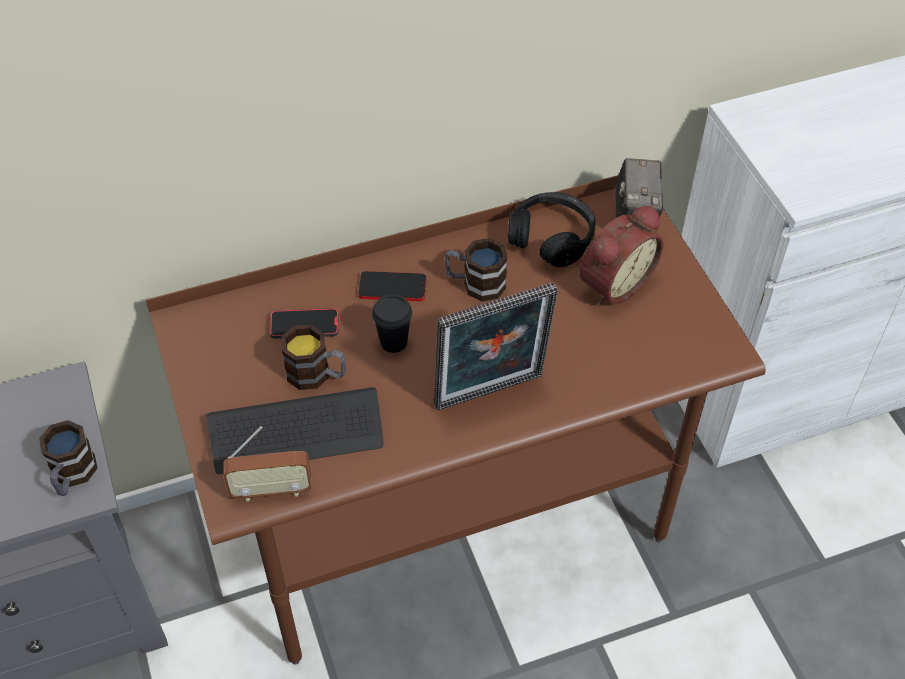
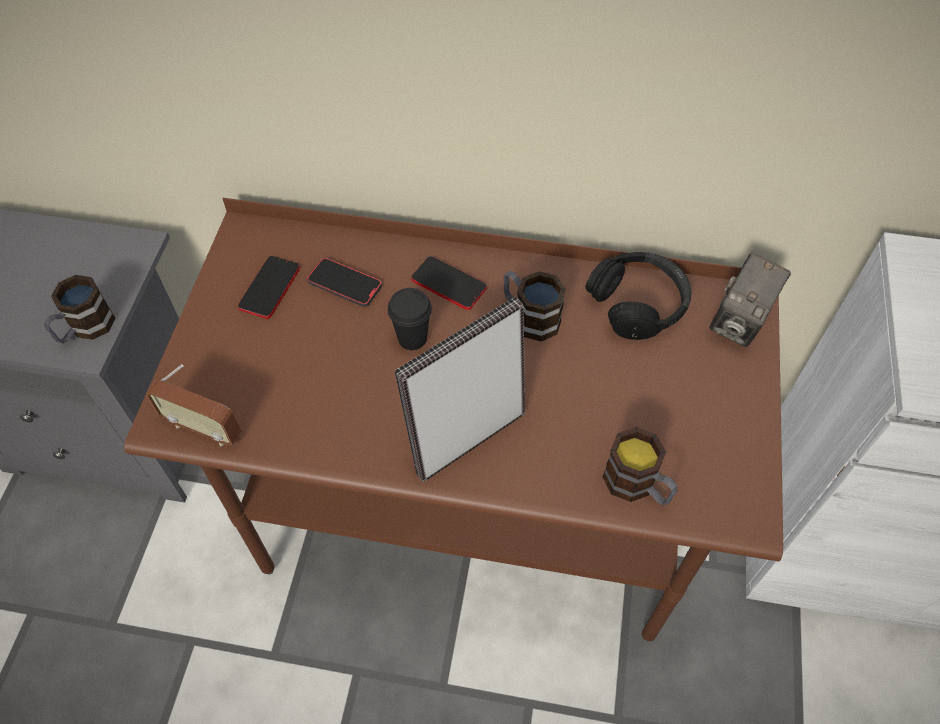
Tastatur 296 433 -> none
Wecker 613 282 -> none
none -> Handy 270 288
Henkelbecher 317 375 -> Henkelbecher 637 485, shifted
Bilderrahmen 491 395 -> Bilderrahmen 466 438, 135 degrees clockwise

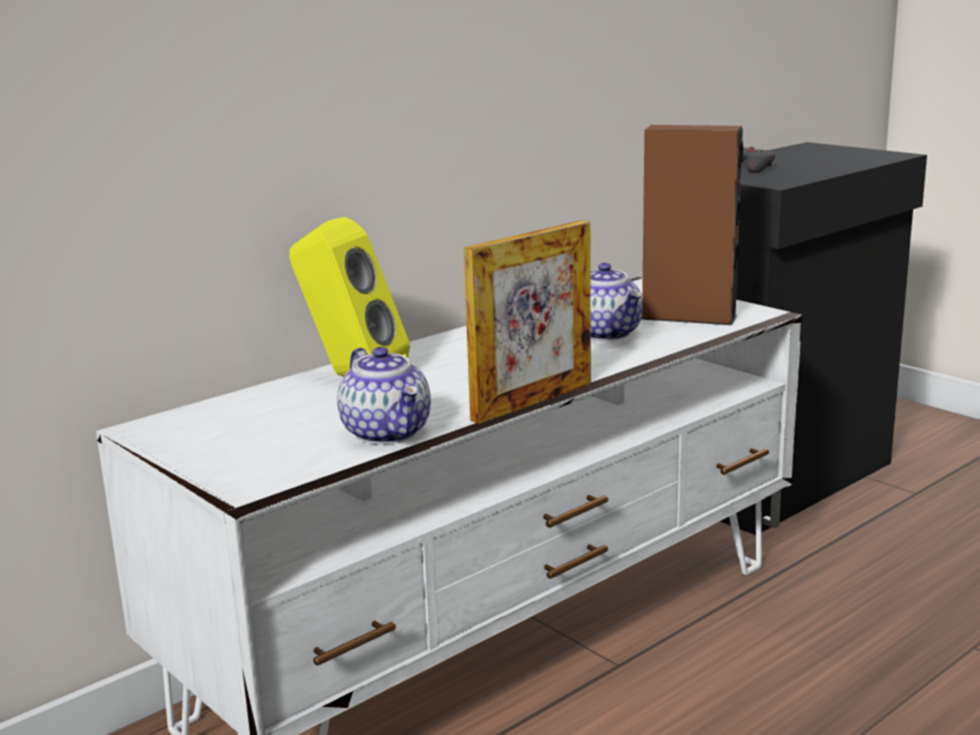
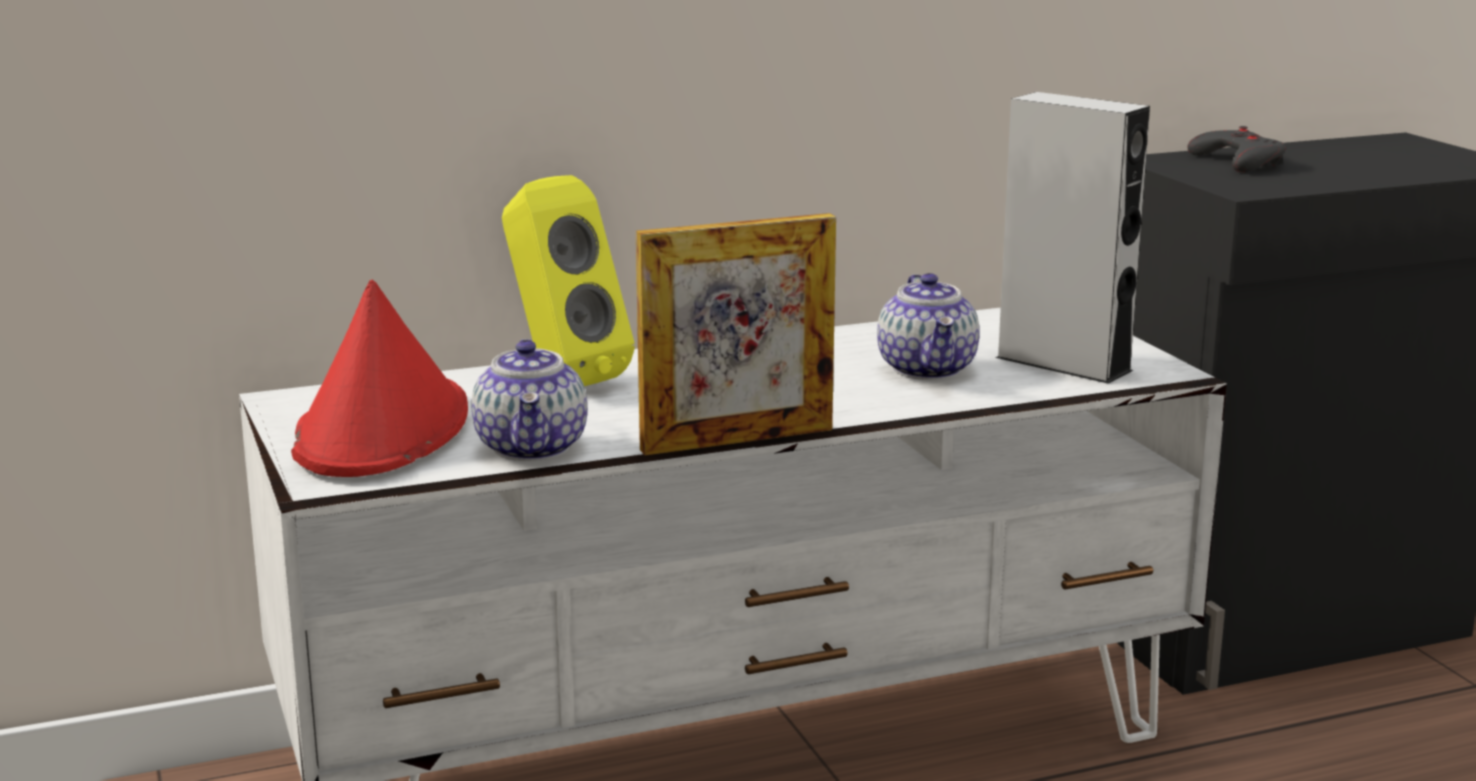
none -> Hut [rot] 382 430
Lautsprecher [braun] 688 317 -> Lautsprecher [grau] 1063 364

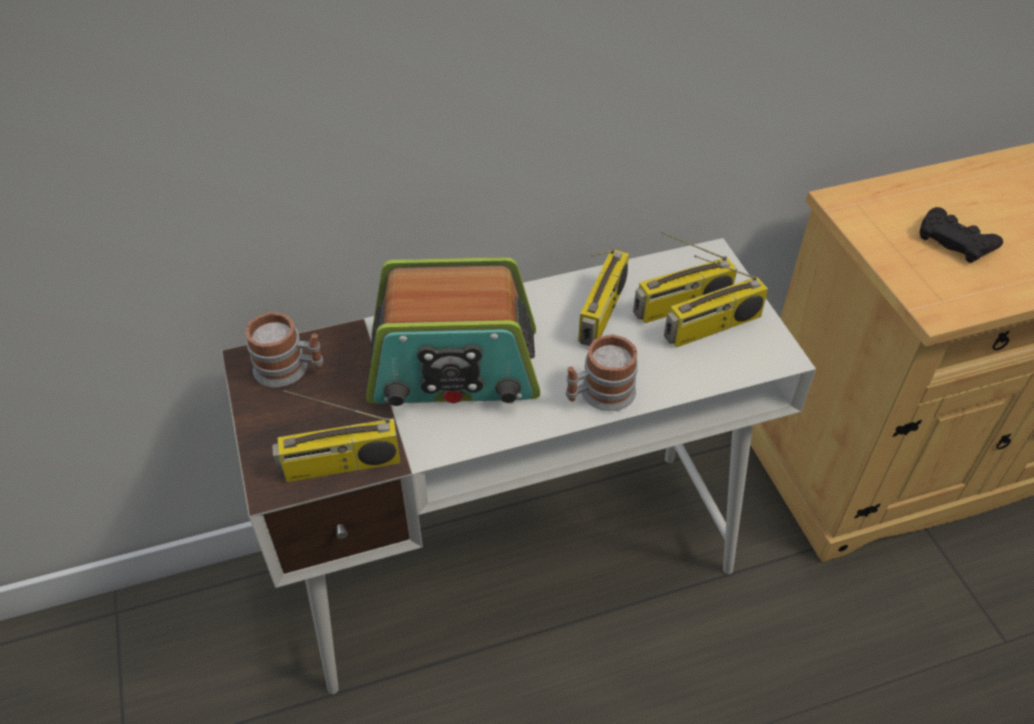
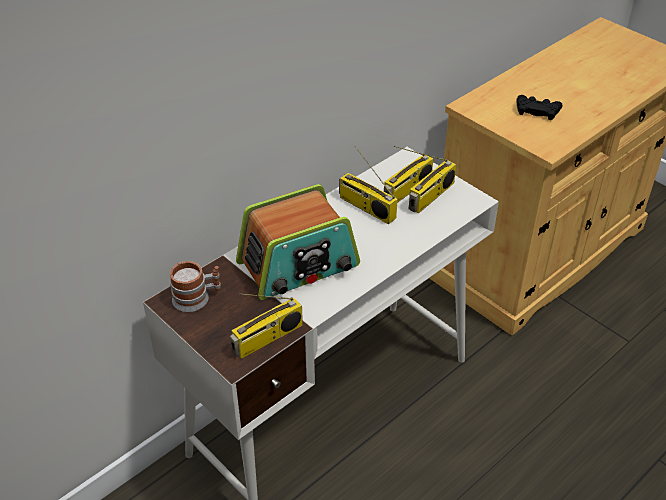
Henkelbecher 599 394 -> none
Radio 603 313 -> Radio 365 207, 135 degrees clockwise

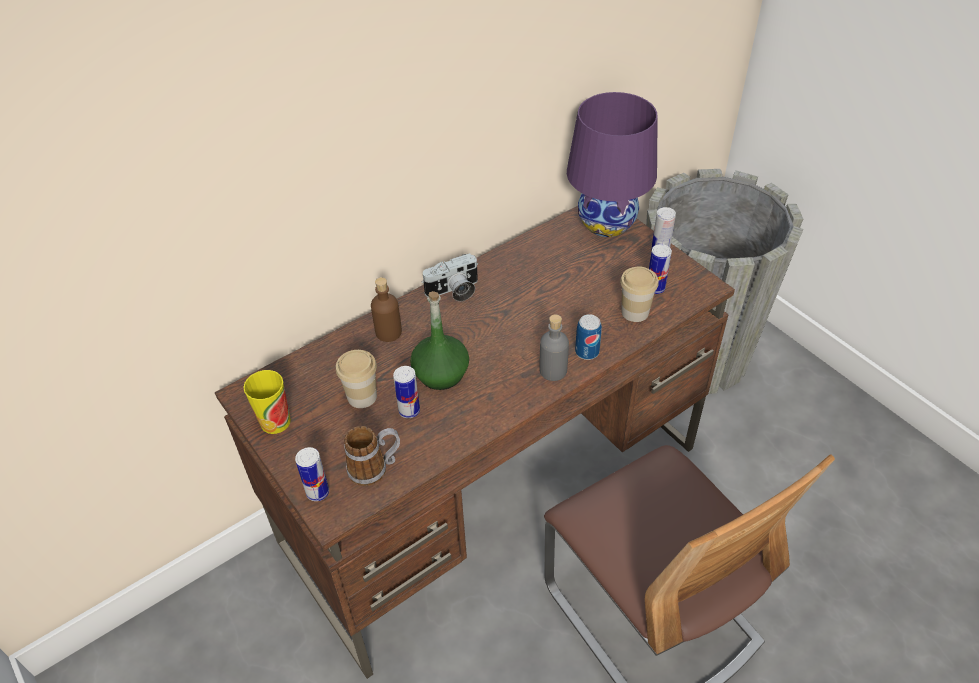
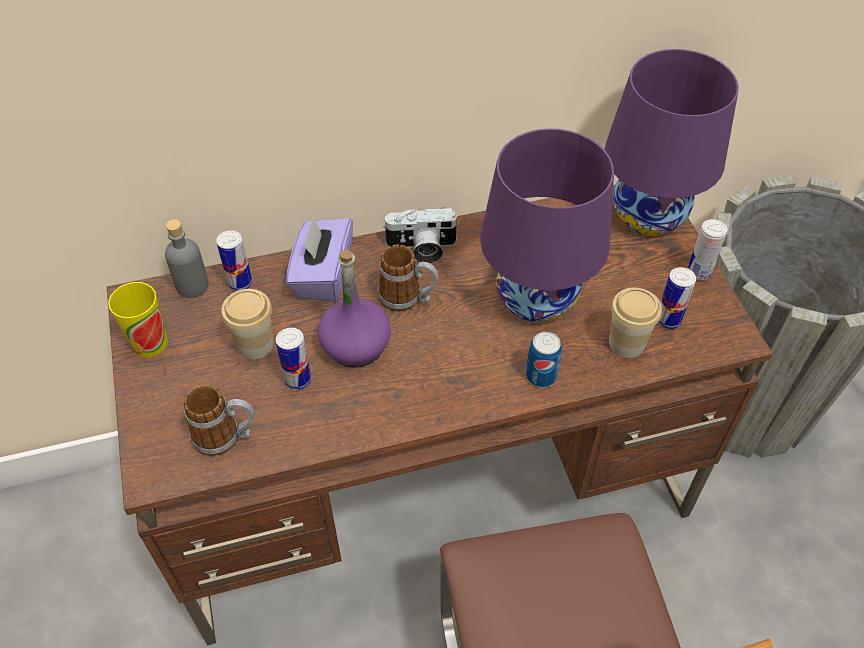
none -> Henkelbecher 408 298
none -> Tischlampe [lila] 535 298
Dose 317 492 -> Dose 240 283, shifted
Flasche [grau] 553 370 -> Flasche [grau] 192 285, shifted
Flasche [braun] 388 332 -> Taschentuchbox [lila] 323 276
Flasche [grün] 441 373 -> Flasche [lila] 356 346

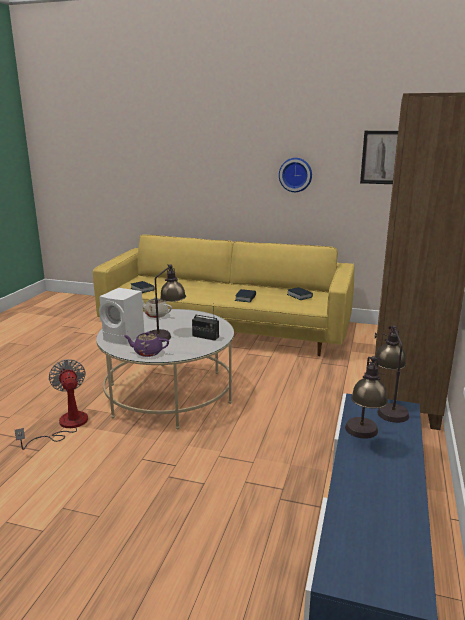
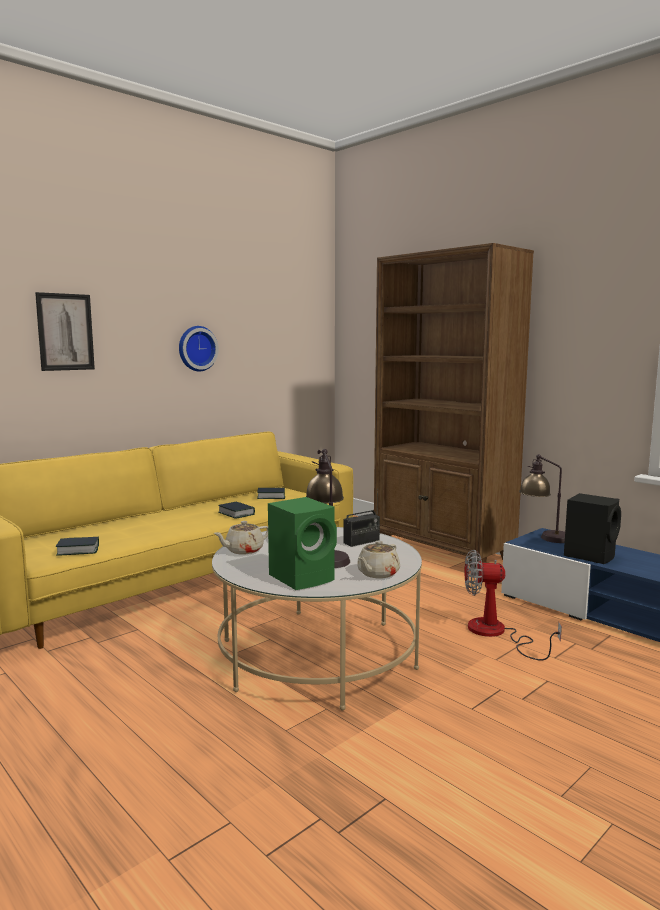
Ventilator 65 426 -> Ventilator 496 634, shifted
Bild 380 157 -> Bild 65 332, shifted
Tischlampe 363 436 -> Lautsprecher [schwarz] 590 555
Lautsprecher [weiß] 125 337 -> Lautsprecher [grün] 303 577
Teekanne [lila] 147 352 -> Teekanne [beige] 377 574

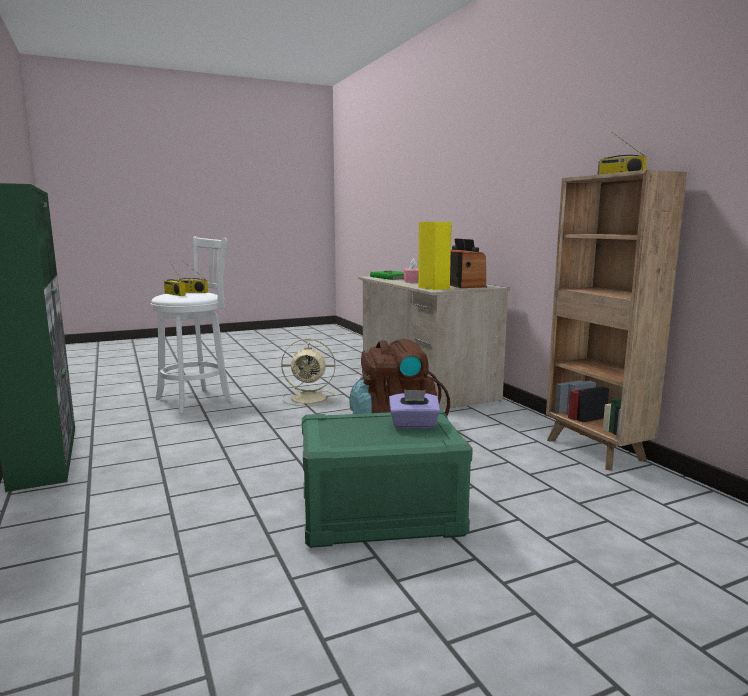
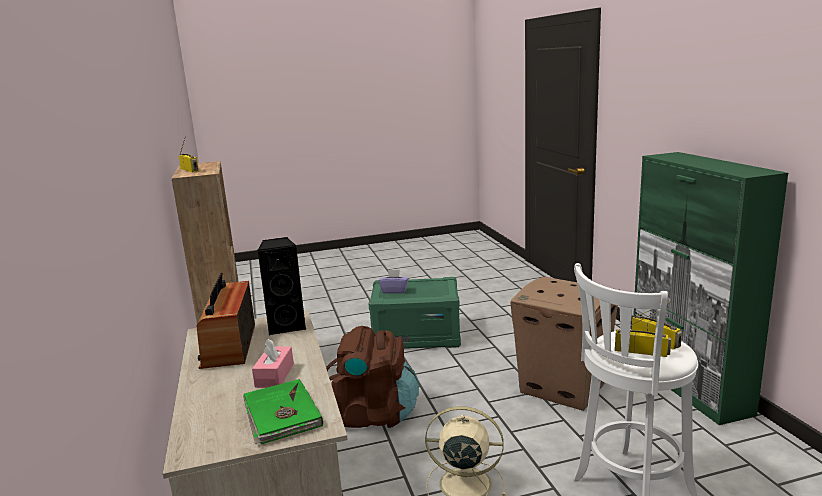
none -> Karton 565 386
Lautsprecher [gelb] 435 288 -> Lautsprecher [schwarz] 287 326

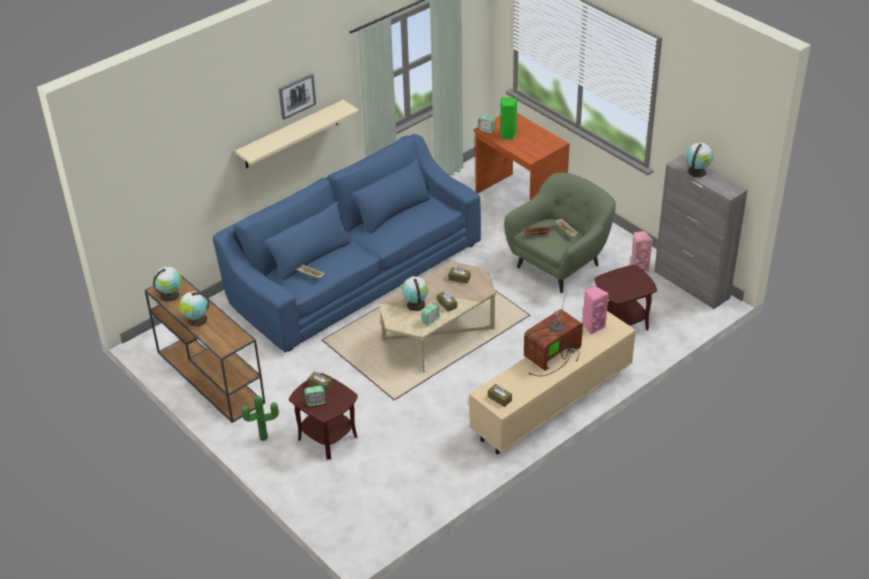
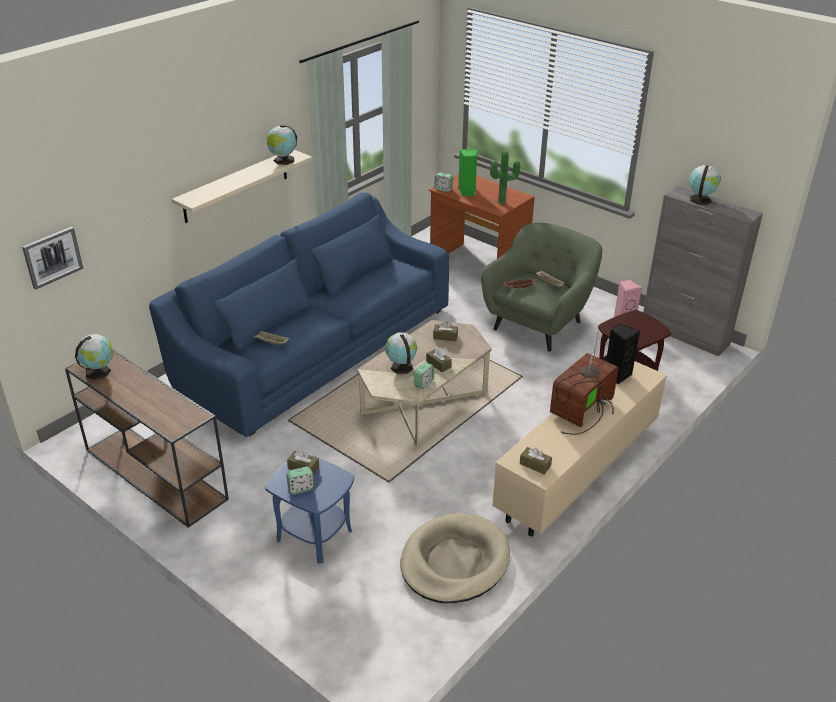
none -> Hundebett [beige] 454 561
Globus 196 320 -> Globus 283 160, shifted
Topfpflanze 264 439 -> Topfpflanze 503 203, shifted
Bild 296 95 -> Bild 52 257, shifted
Beistelltisch [braun] 327 437 -> Beistelltisch [blau] 314 535
Lautsprecher [rosa] 593 326 -> Lautsprecher [schwarz] 617 375

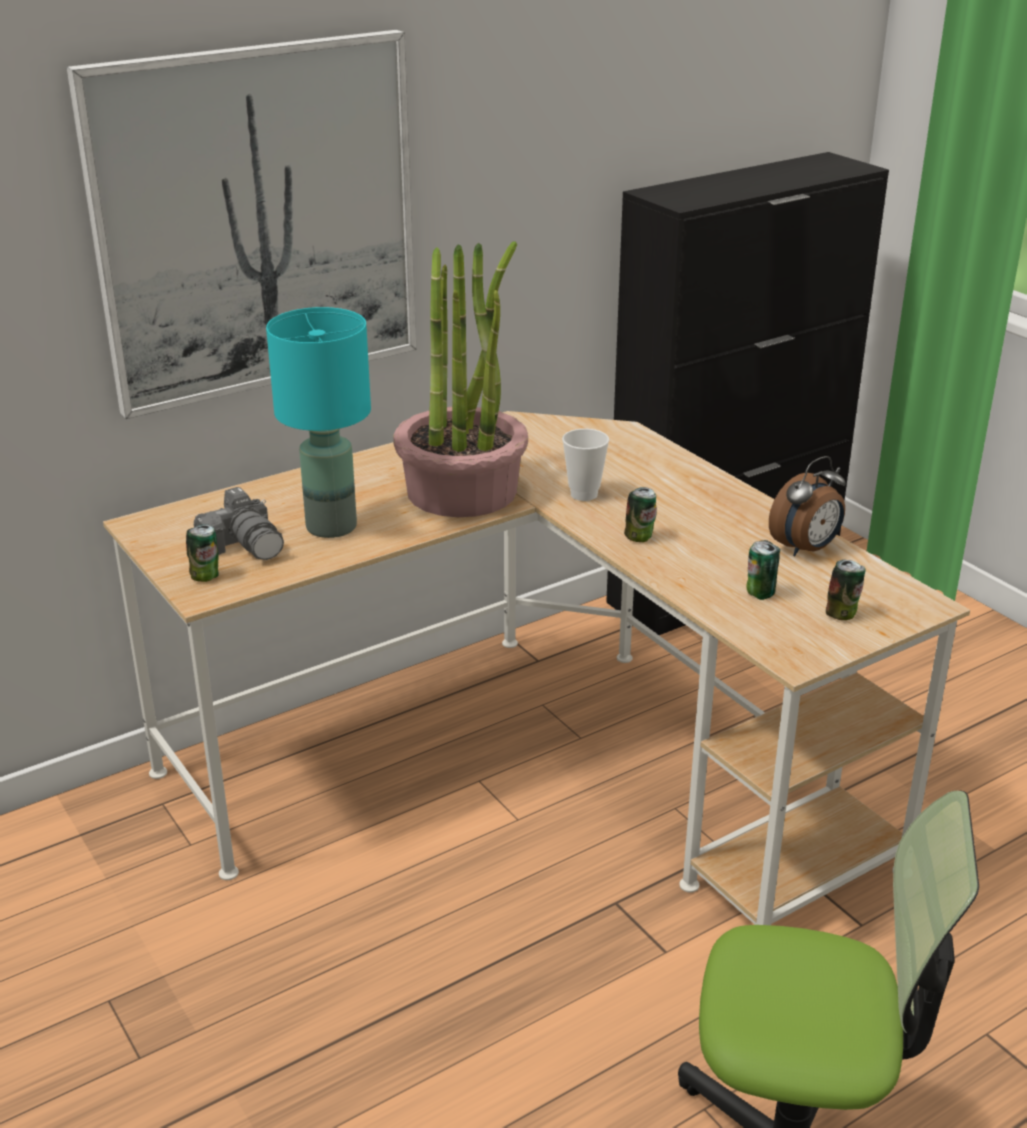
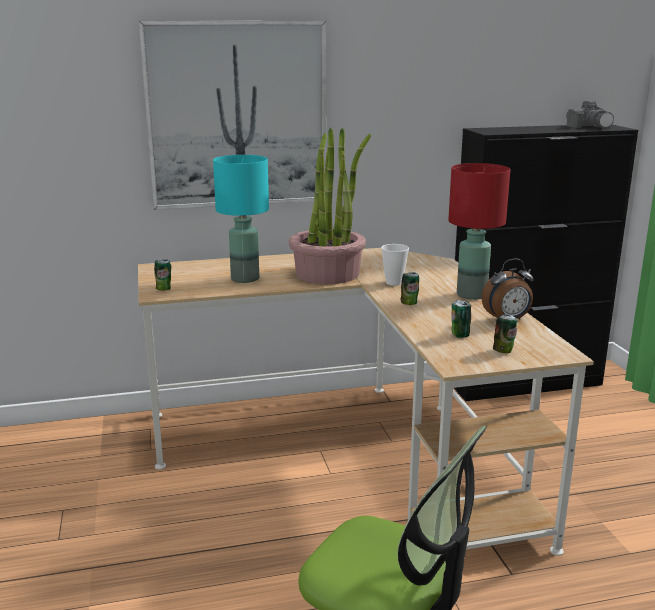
none -> Tischlampe [rot] 472 295
Kamera 245 545 -> Kamera 590 127, shifted

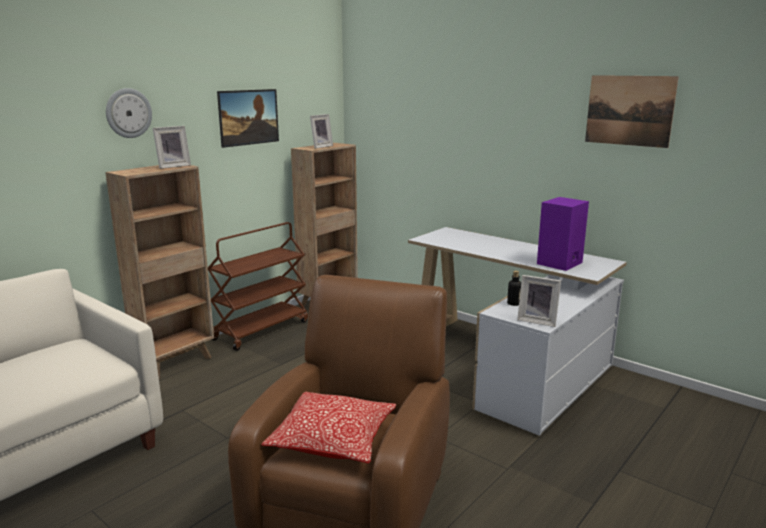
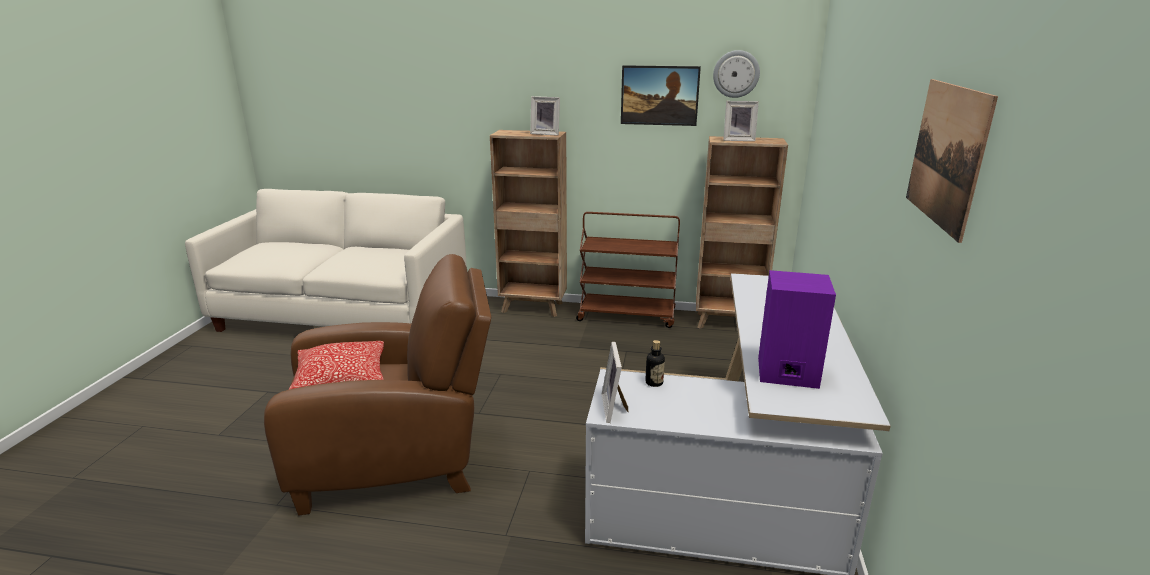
Wanduhr 128 113 -> Wanduhr 736 74, shifted

